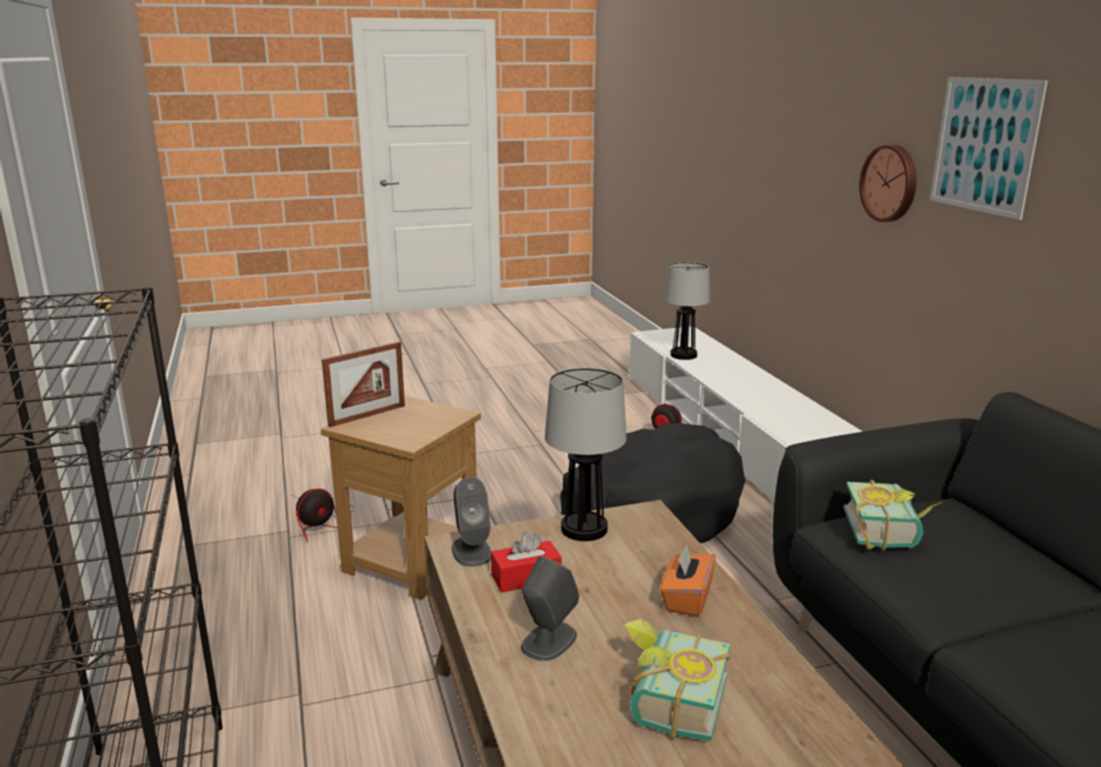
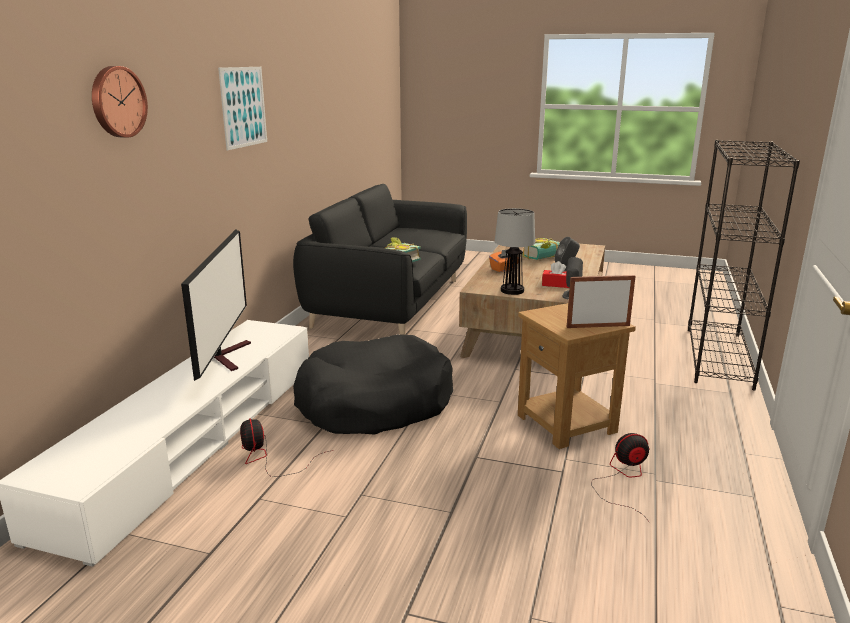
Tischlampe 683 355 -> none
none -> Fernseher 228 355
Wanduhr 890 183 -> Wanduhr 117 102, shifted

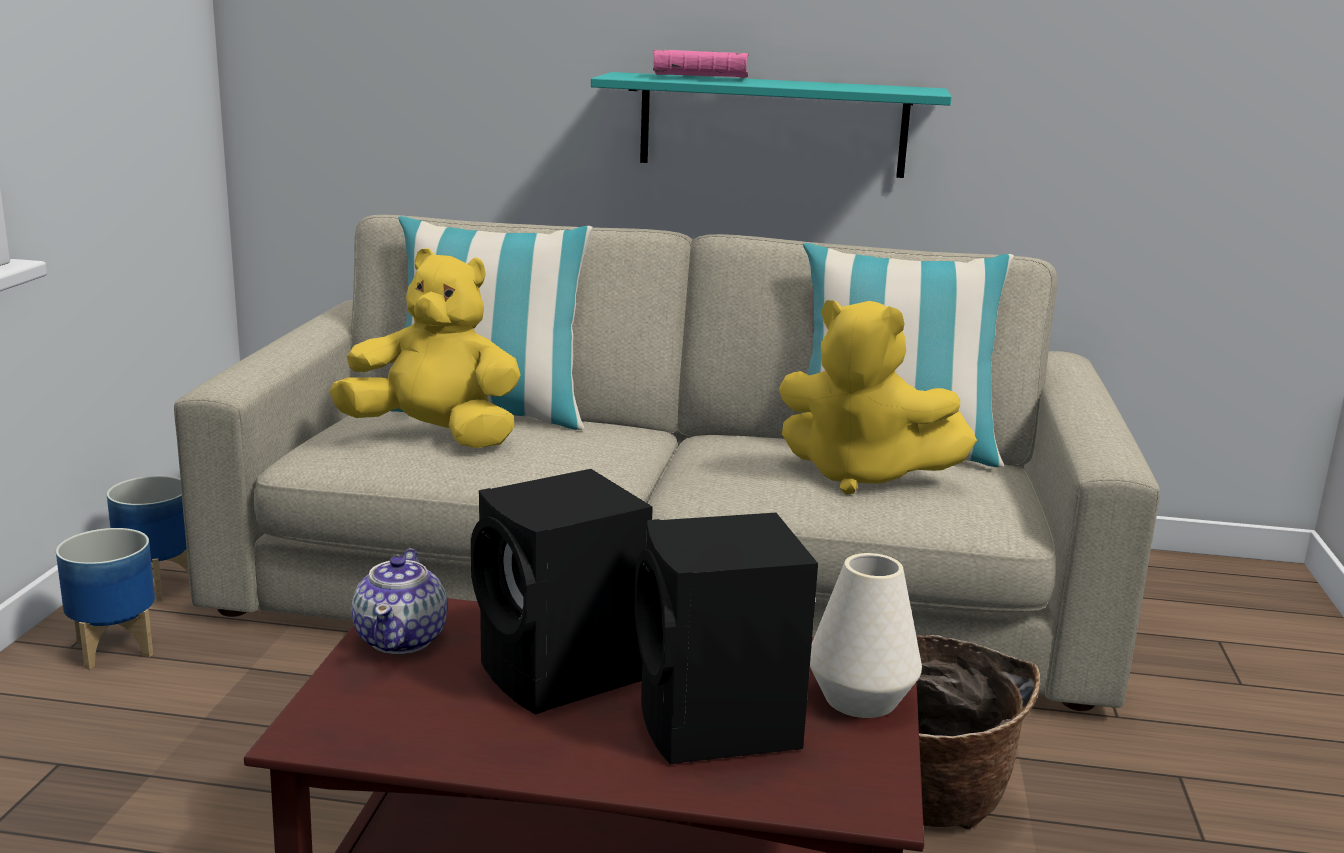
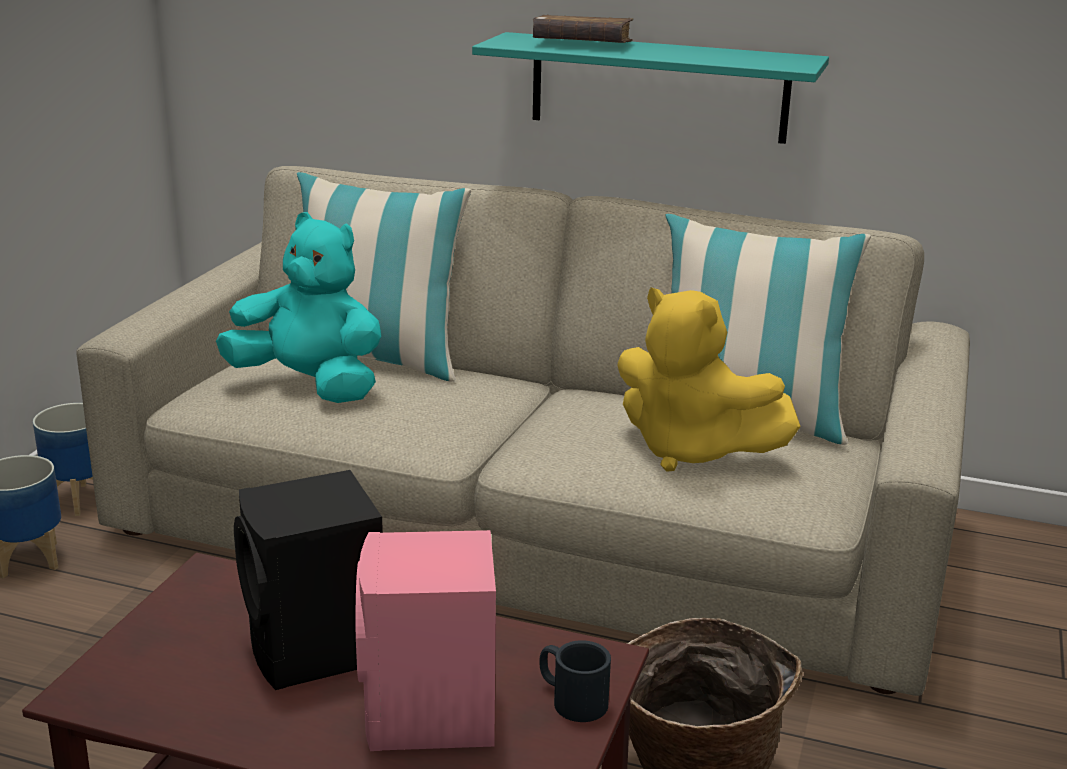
Teekanne 402 638 -> none
Vase [weiß] 860 699 -> Henkelbecher [schwarz] 571 699
Plüschtier [gelb] 435 436 -> Plüschtier [türkis] 310 385
Lautsprecher [schwarz] 718 728 -> Lautsprecher [rosa] 429 718
Buch [rosa] 700 78 -> Buch [braun] 582 44

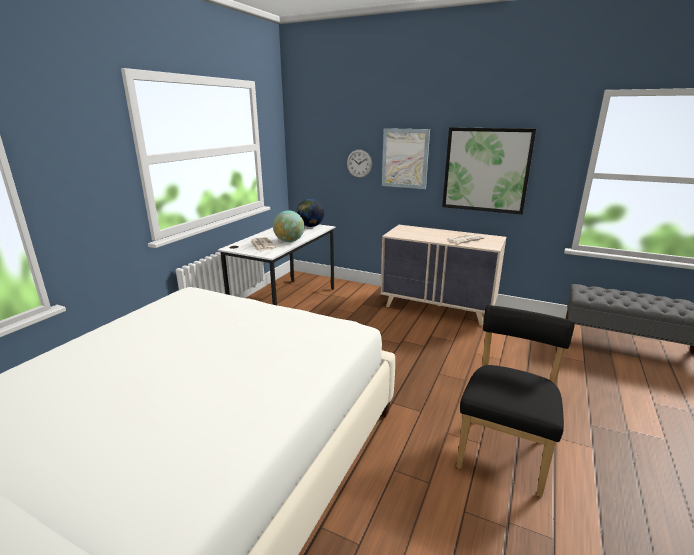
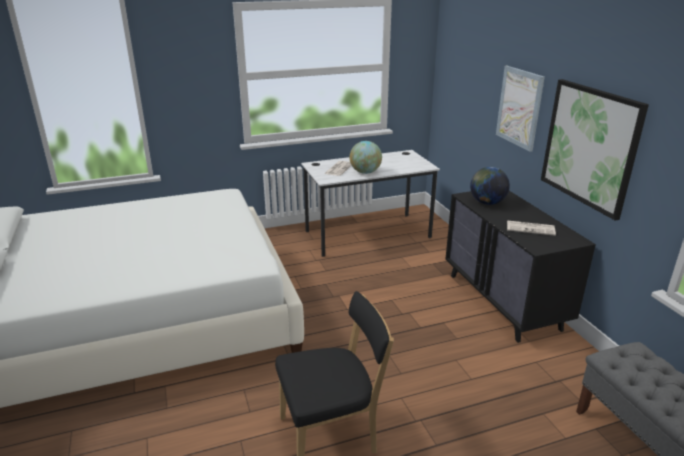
Wanduhr 359 163 -> none
Globus 310 226 -> Globus 487 203, shifted
Kommode [beige] 438 308 -> Kommode [schwarz] 503 302

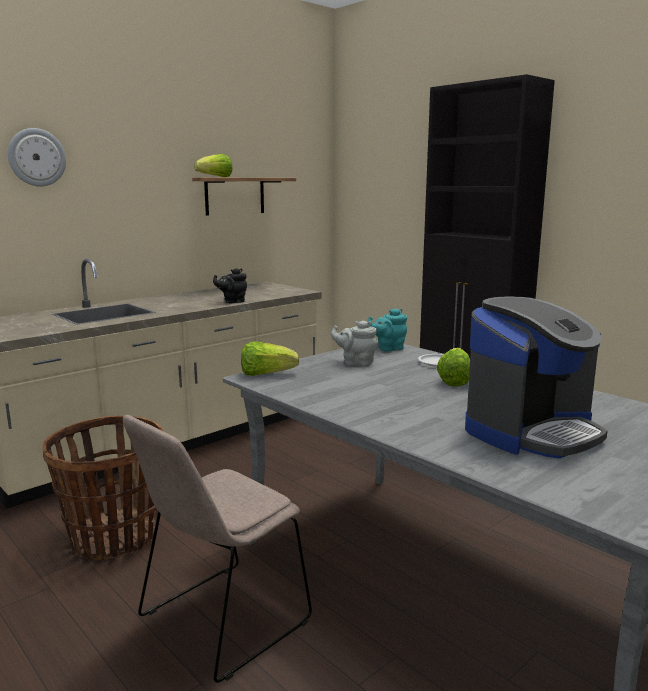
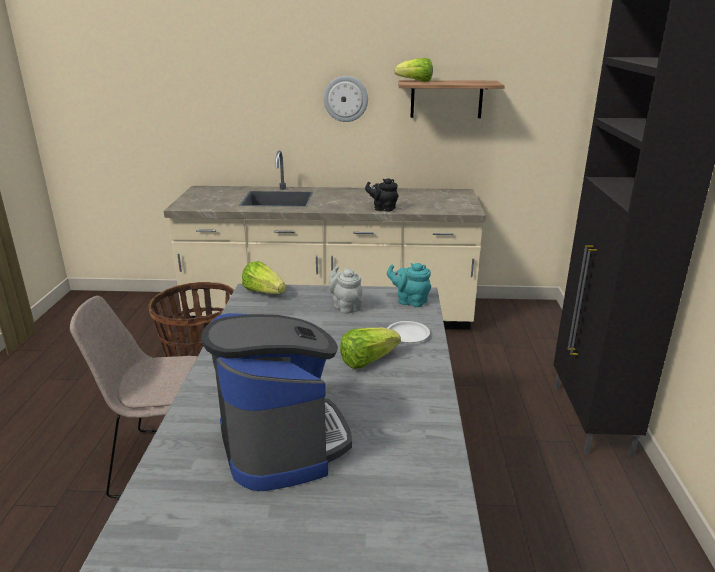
Wanduhr 36 157 -> Wanduhr 345 99, shifted
Kaffeemaschine 531 431 -> Kaffeemaschine 282 442, 120 degrees counterclockwise

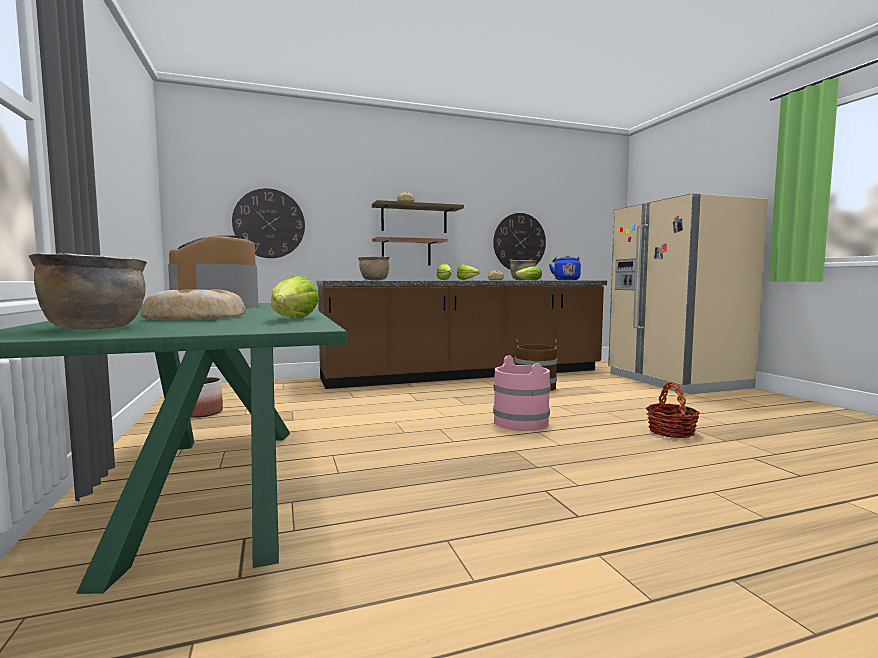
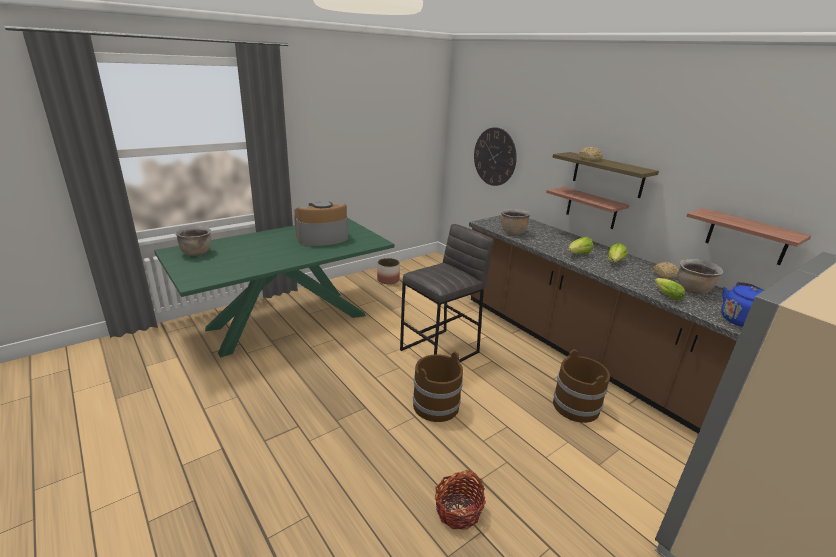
Brot 195 317 -> none
Salatkopf 293 319 -> none
none -> Hocker [grau] 440 351
Wanduhr 519 242 -> Wandregal 747 237
Eimer [rosa] 521 422 -> Eimer [braun] 436 406

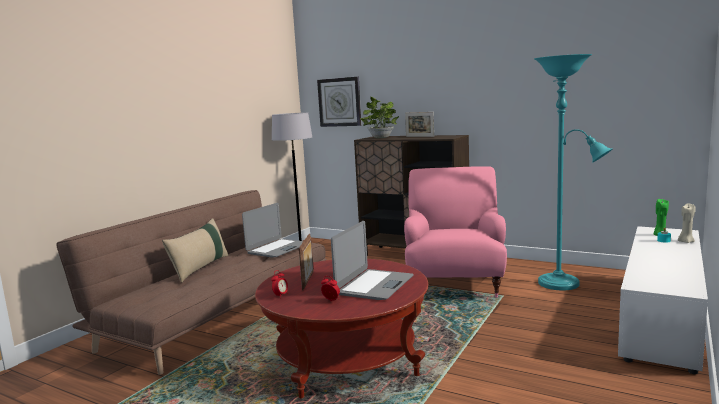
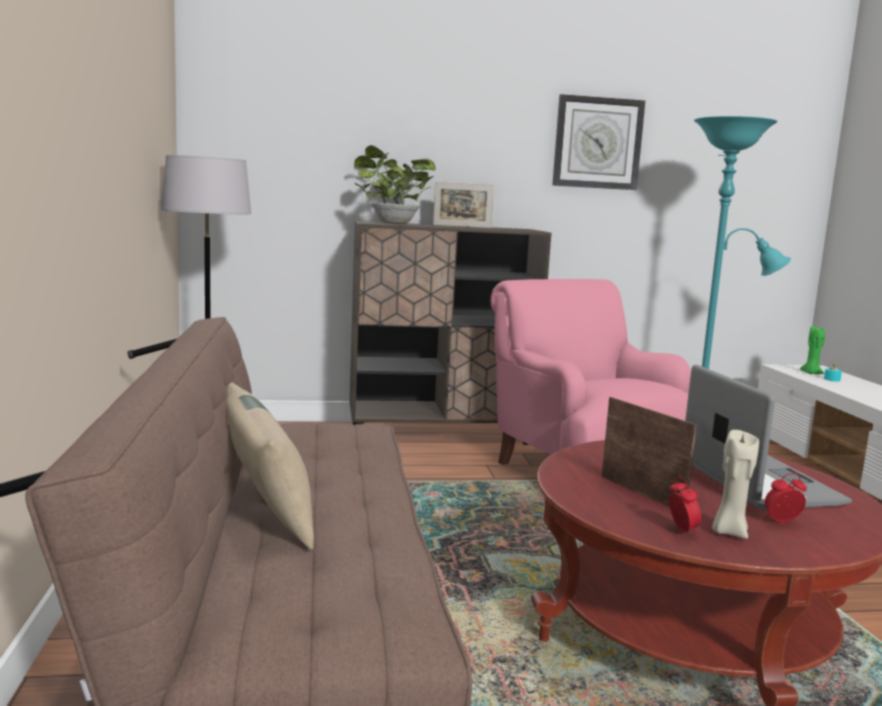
Laptop 277 249 -> none
Wanduhr 339 102 -> Wanduhr 597 143, shifted
Kerze [beige] 685 241 -> Kerze [beige] 728 532, shifted

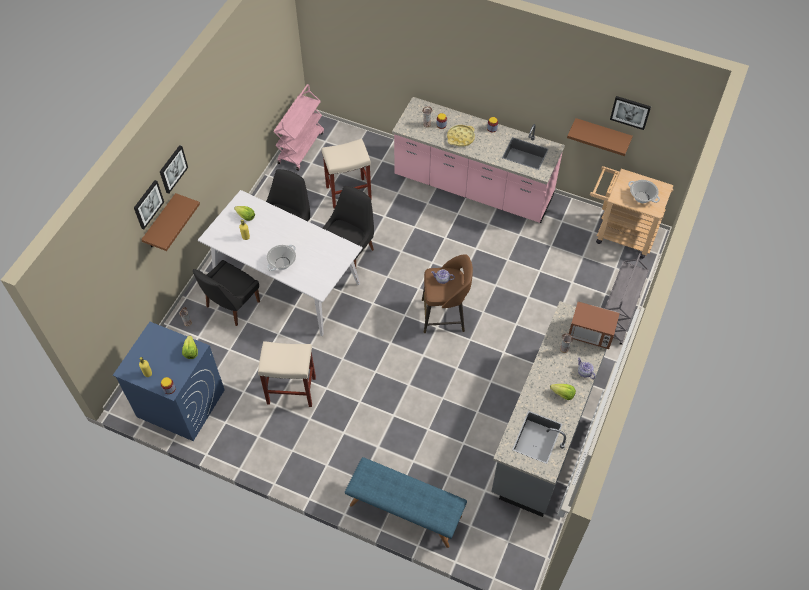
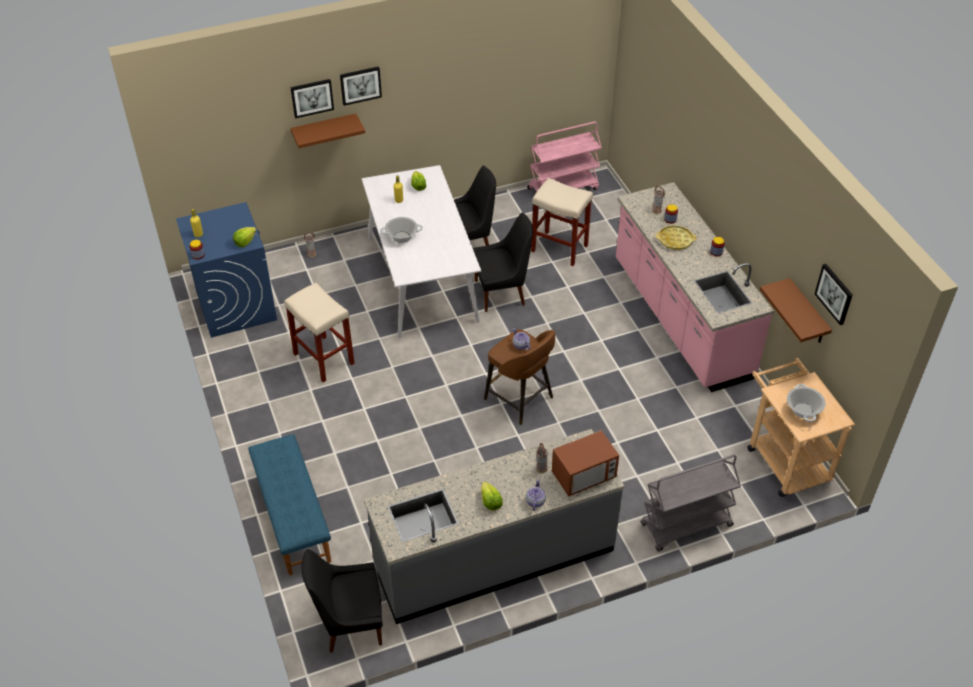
Stuhl [schwarz] 231 305 -> Stuhl [schwarz] 349 623, shifted
Mikrowelle 590 334 -> Mikrowelle 583 476, 90 degrees counterclockwise

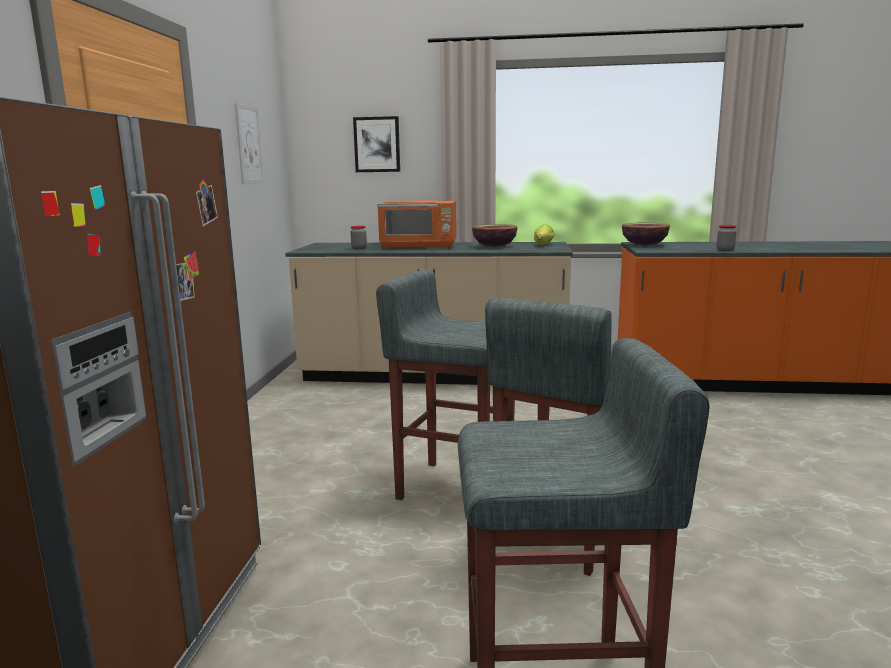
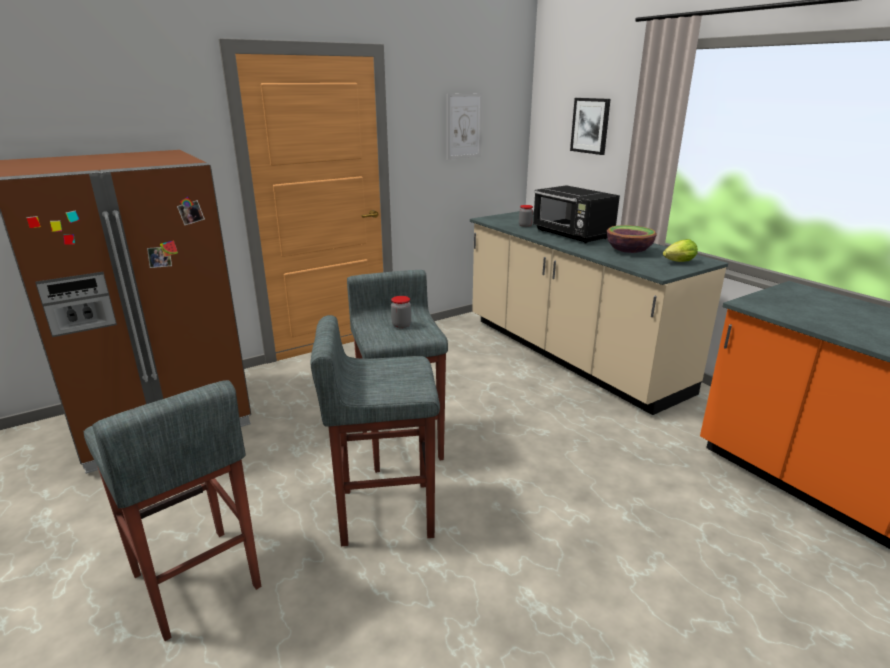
Schüssel 644 245 -> none
Vorratsglas 725 250 -> Vorratsglas 401 325, shifted
Mikrowelle [orange] 420 246 -> Mikrowelle [schwarz] 572 235

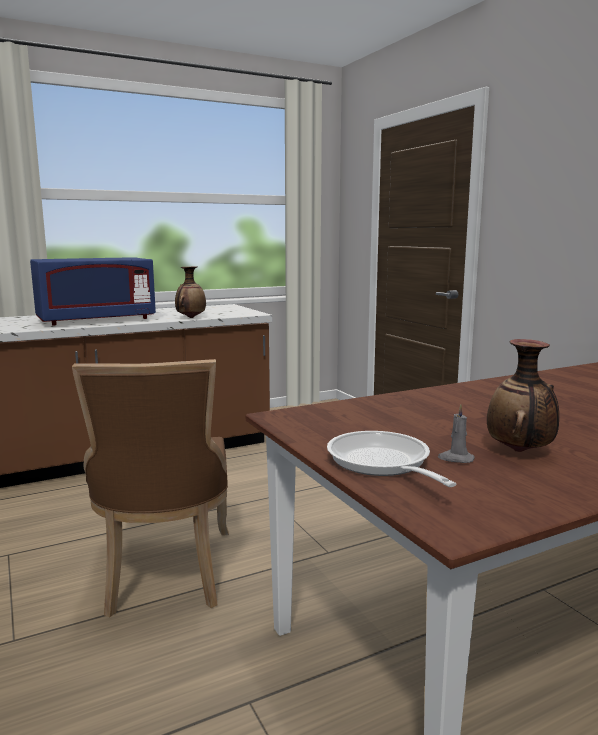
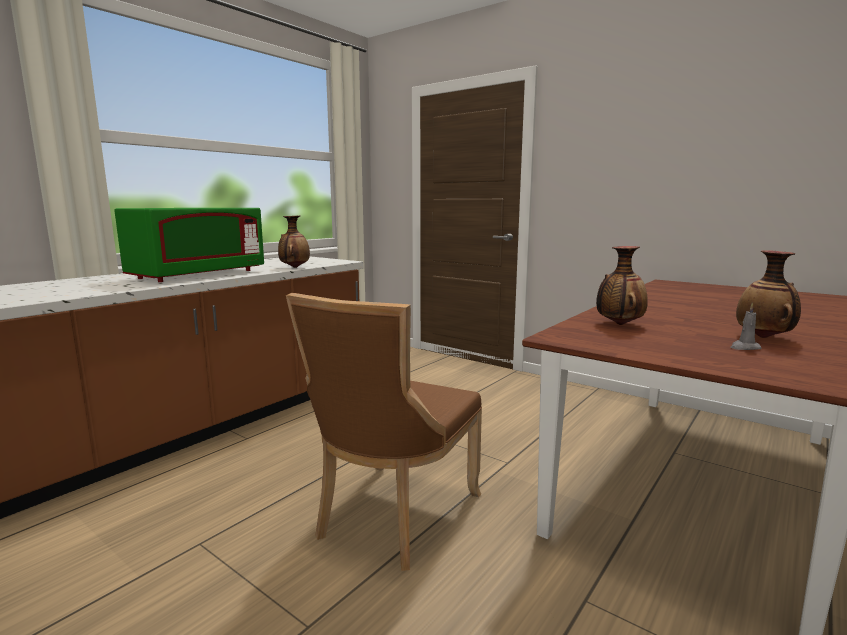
Pfanne 382 464 -> none
none -> Vase 618 324
Mikrowelle [blau] 96 320 -> Mikrowelle [grün] 198 275
Stuhl [braun] 166 574 -> Stuhl [braun] 393 516, 60 degrees clockwise

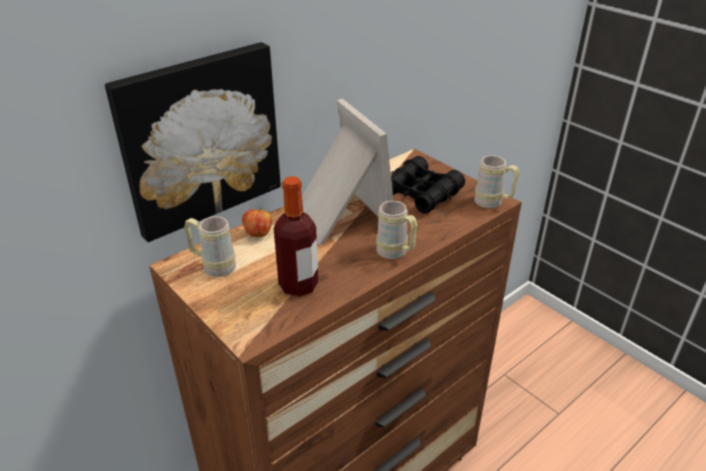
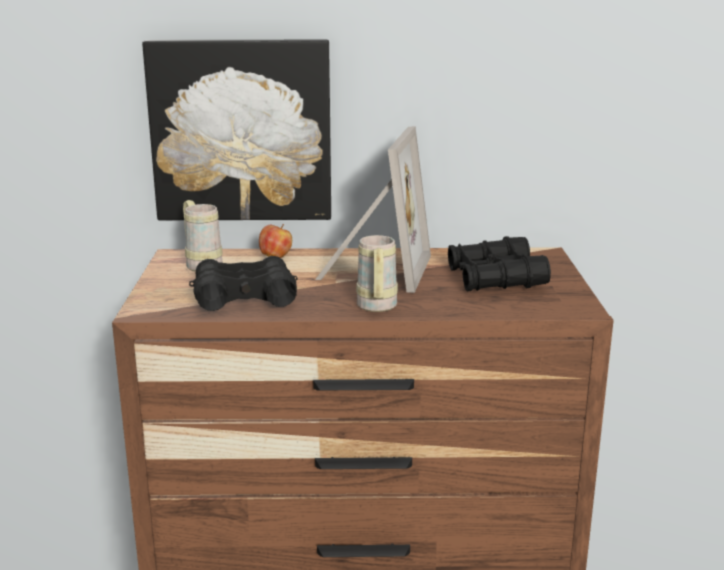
Henkelbecher [beige] 493 203 -> none
Flasche 298 285 -> Fernglas [schwarz] 244 297

